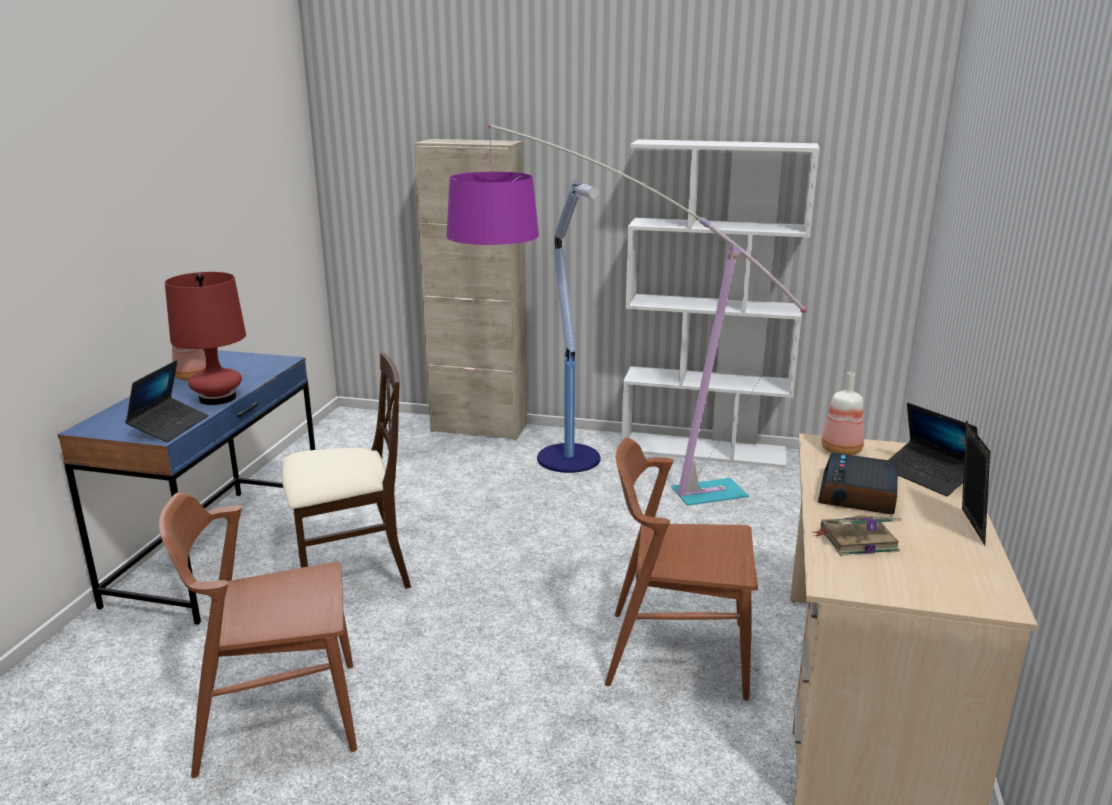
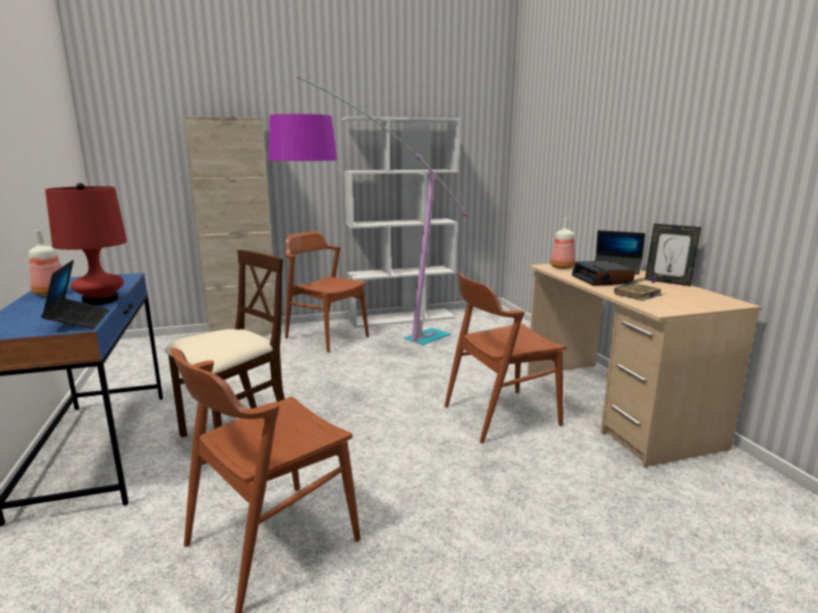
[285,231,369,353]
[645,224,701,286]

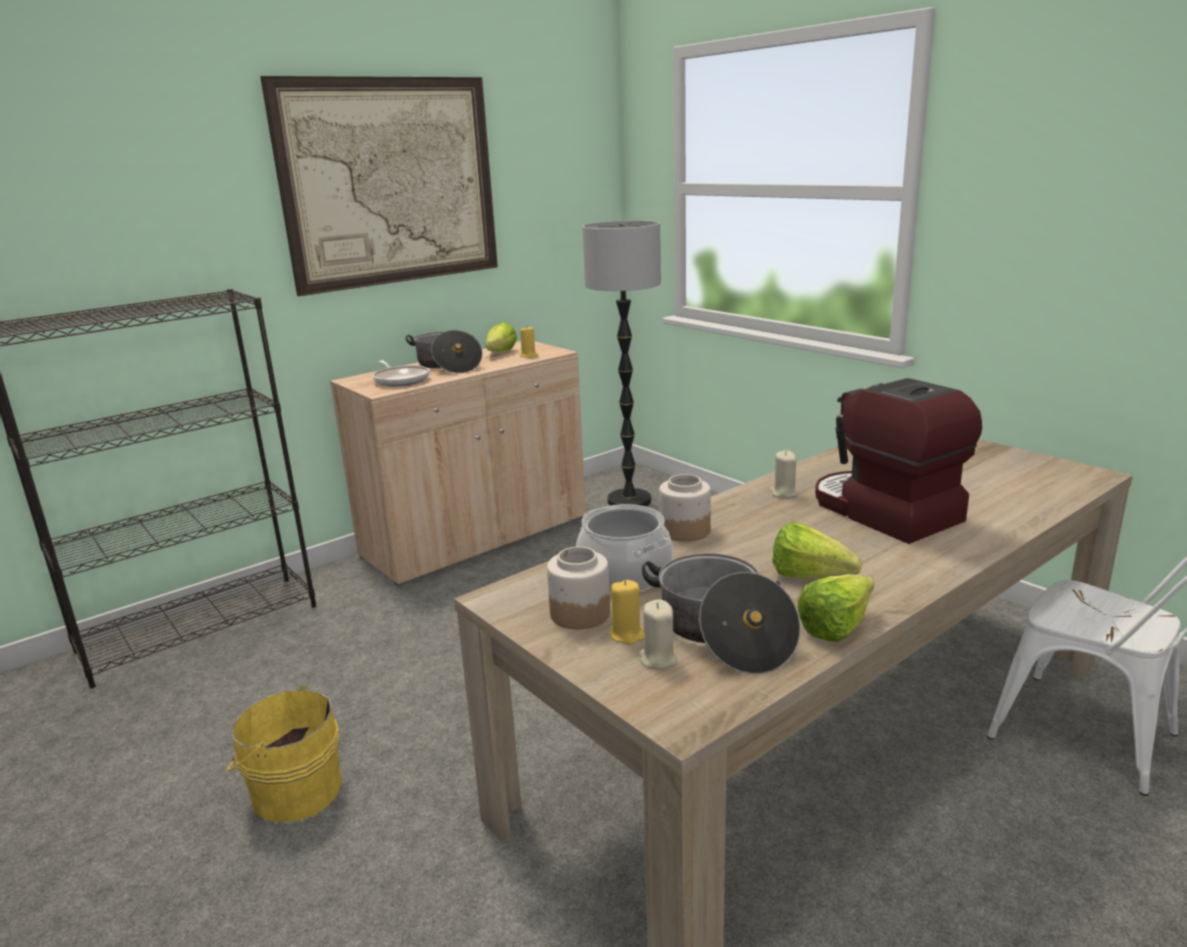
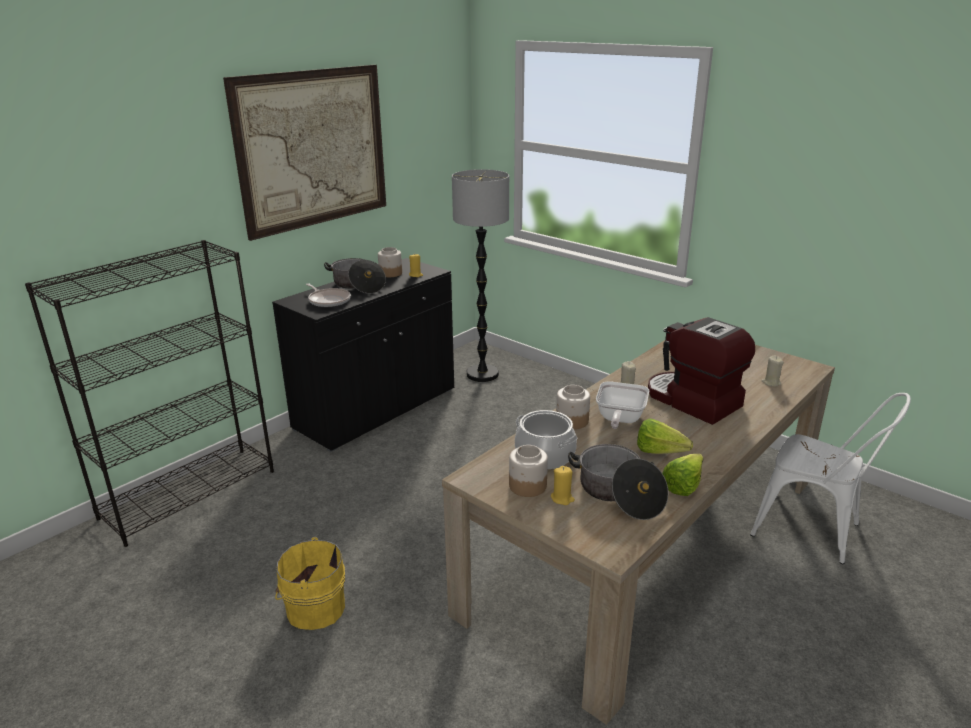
[272,258,454,452]
[378,247,402,277]
[761,356,784,387]
[596,381,649,429]

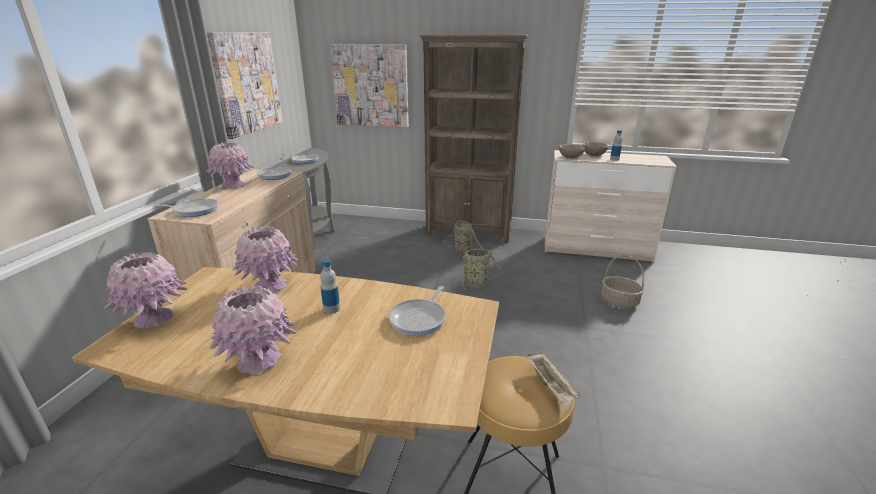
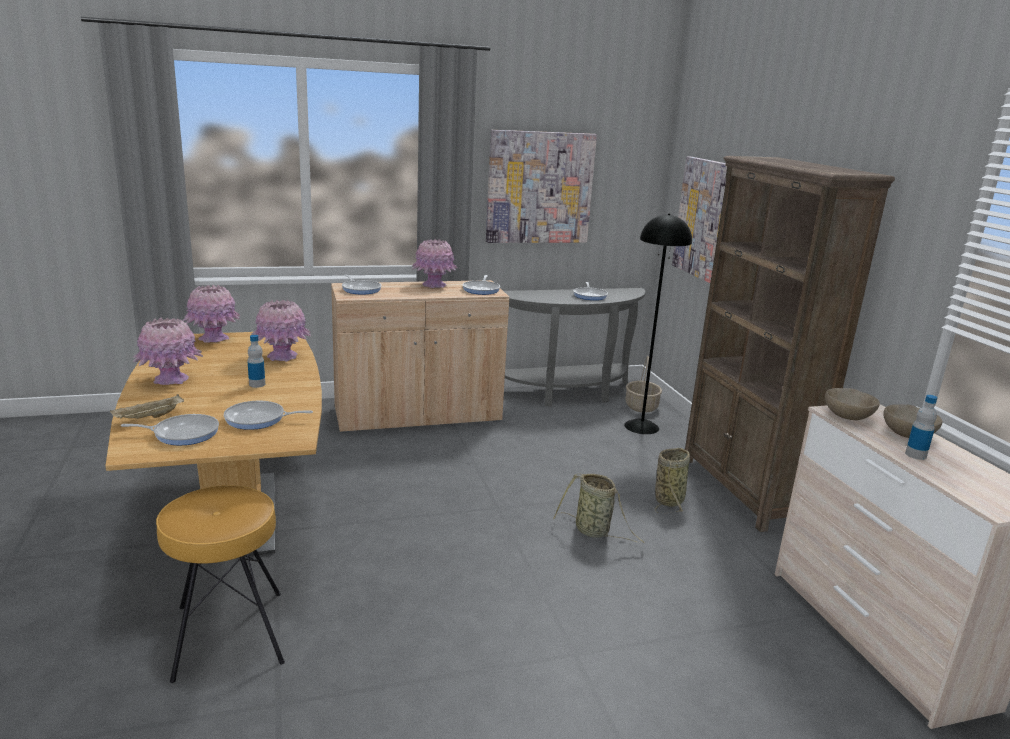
[110,394,184,419]
[626,356,662,413]
[121,414,219,445]
[624,213,692,434]

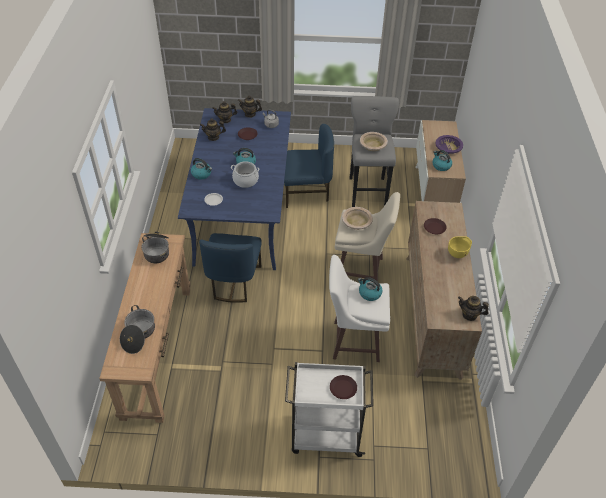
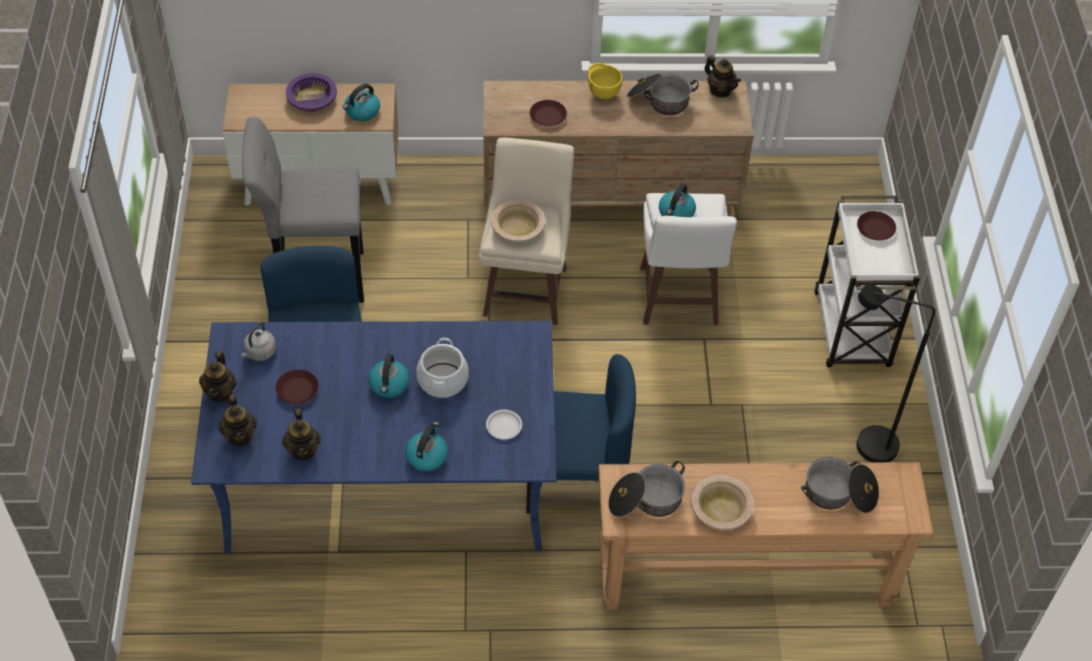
[691,475,754,530]
[704,55,741,97]
[627,73,699,115]
[856,284,935,462]

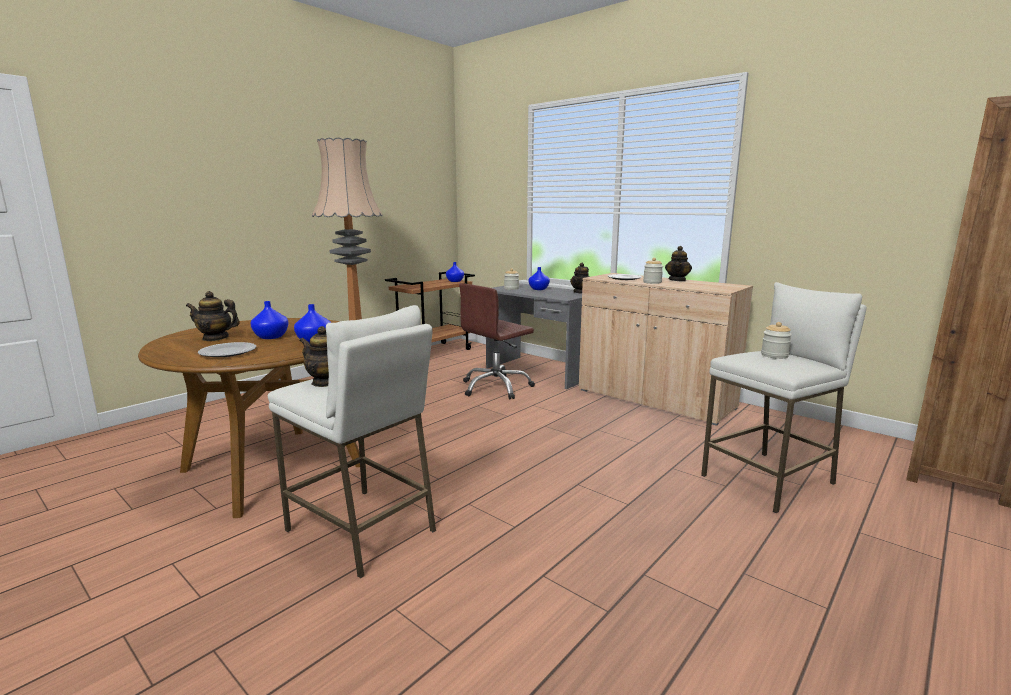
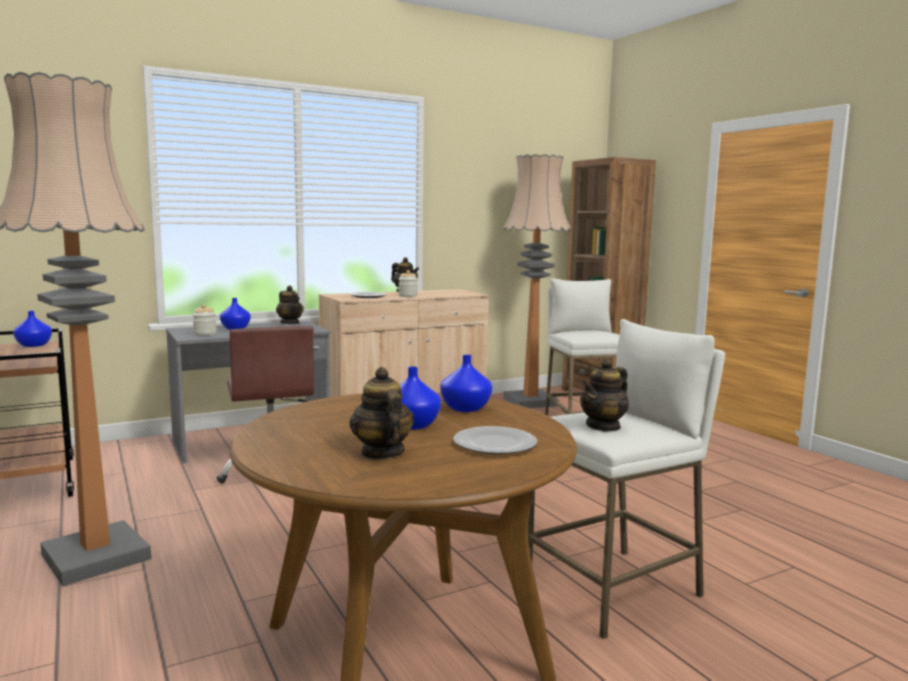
[349,367,414,459]
[761,322,792,359] (first image)
[503,154,571,408]

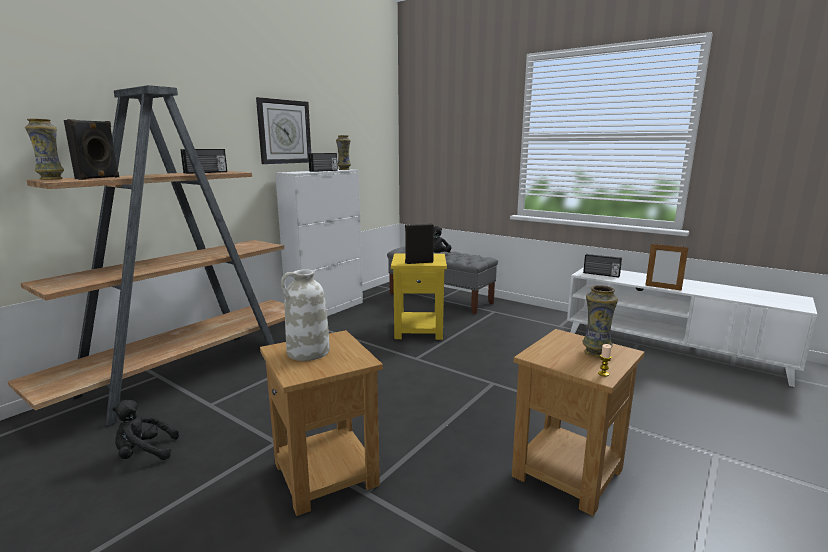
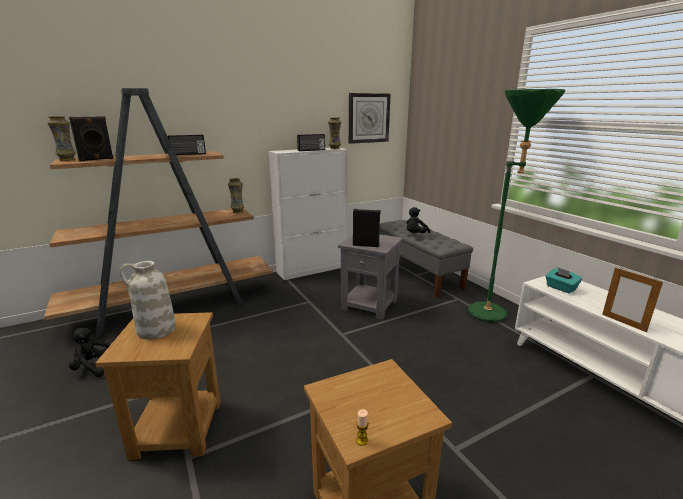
[349,93,391,144]
[338,234,403,320]
[546,267,582,293]
[228,178,244,213]
[468,89,565,322]

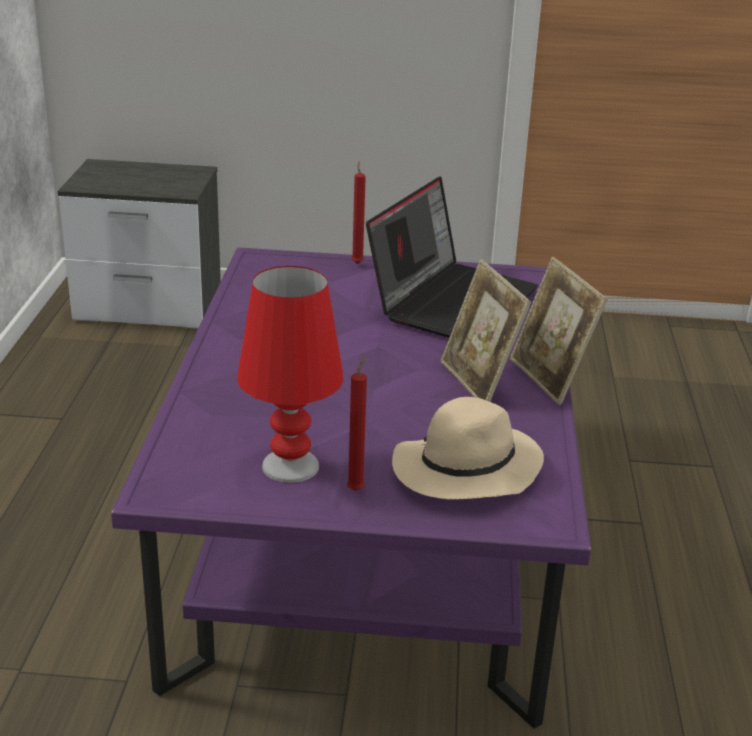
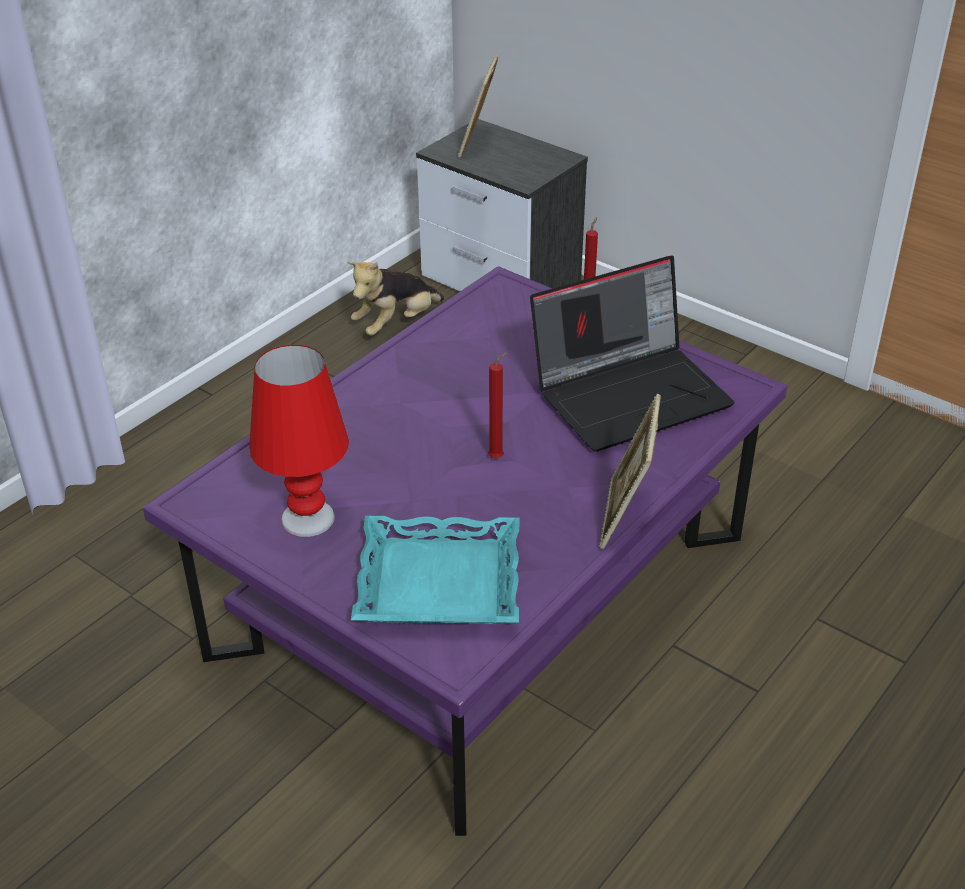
[488,351,508,458]
[351,516,519,624]
[458,55,498,157]
[348,262,444,336]

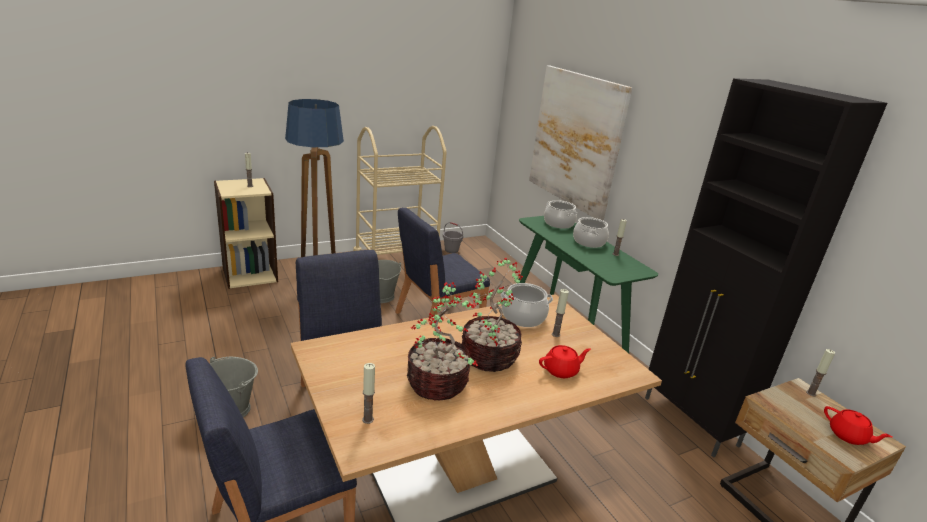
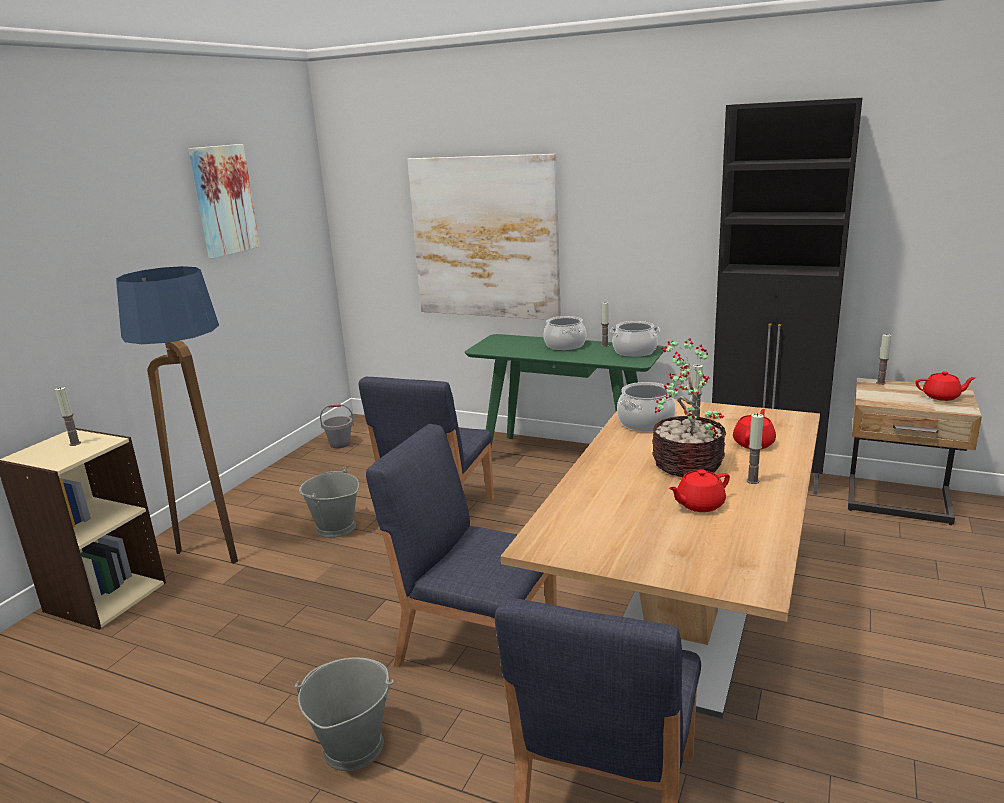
[353,126,447,255] (first image)
[746,413,764,484]
[669,469,730,512]
[610,321,660,357]
[188,144,260,258]

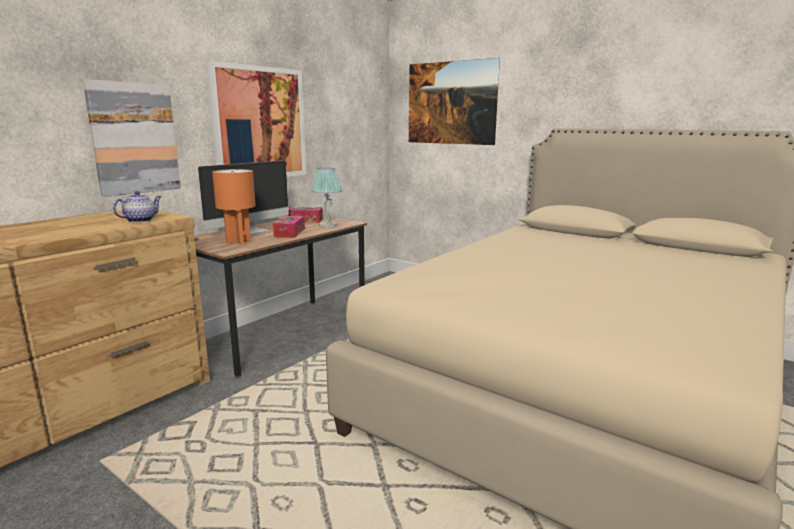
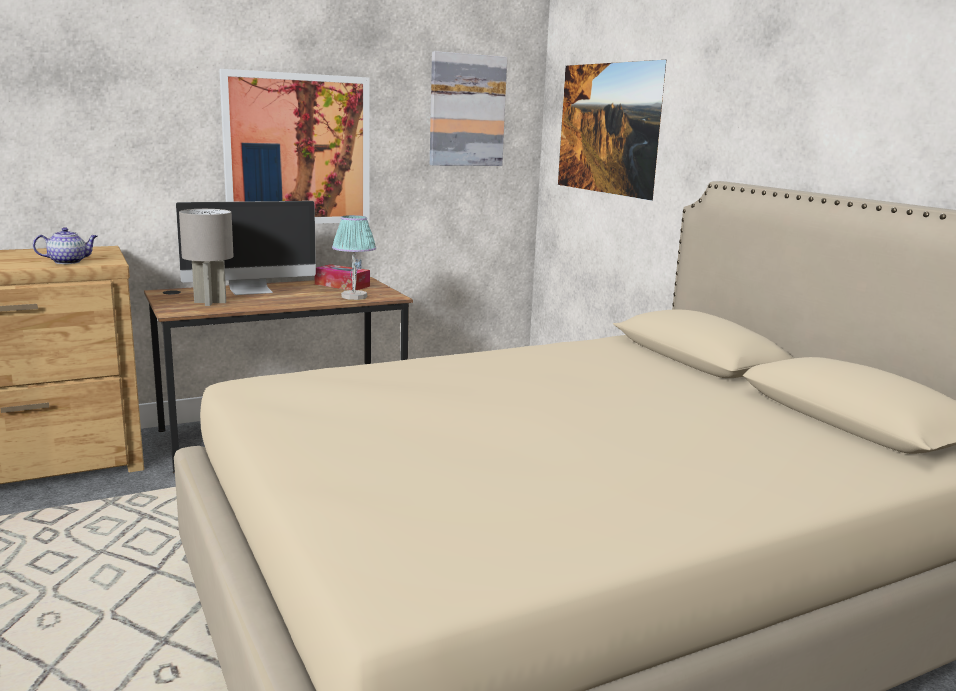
[430,51,507,166]
[179,209,234,306]
[273,216,305,238] (first image)

